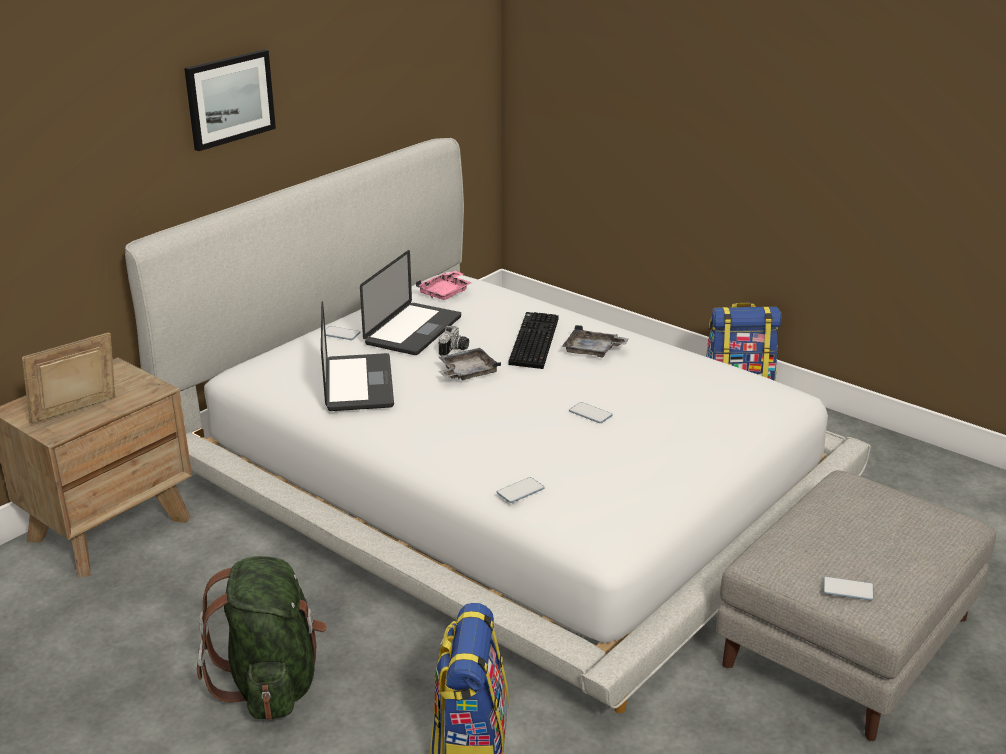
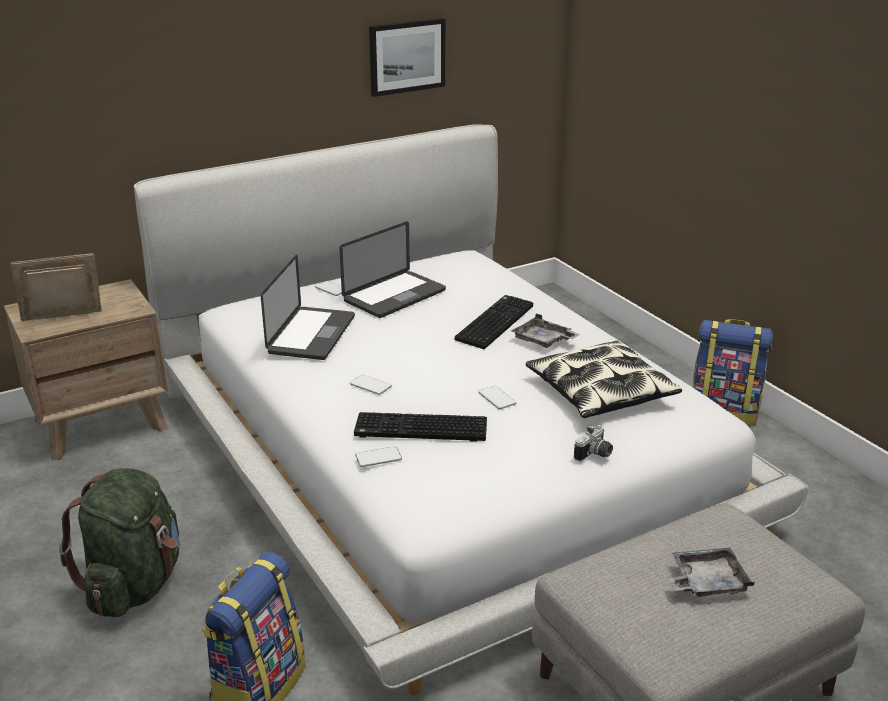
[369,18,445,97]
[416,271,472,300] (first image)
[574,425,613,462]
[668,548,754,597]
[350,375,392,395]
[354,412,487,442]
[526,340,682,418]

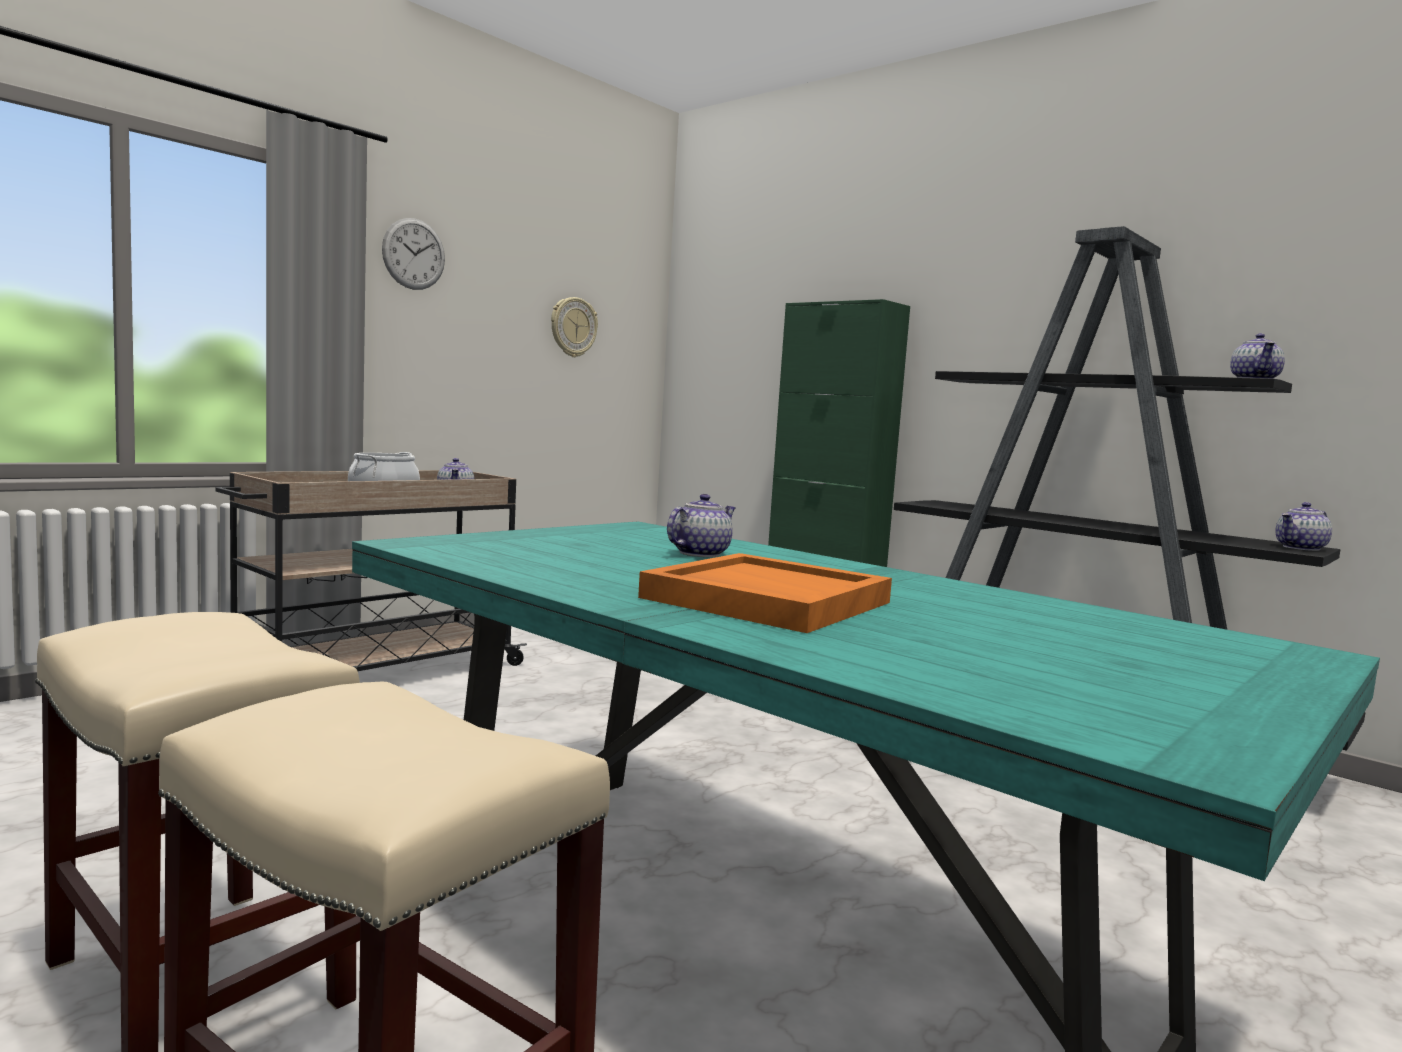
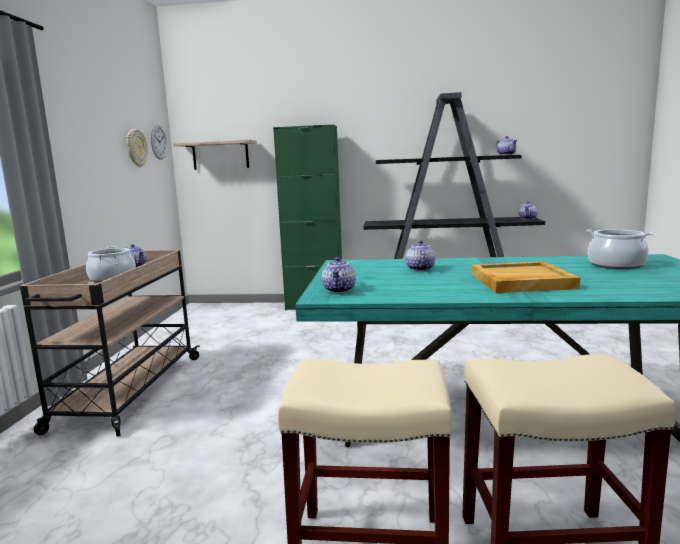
[150,125,167,160]
[471,261,580,293]
[173,140,257,170]
[322,257,356,293]
[587,229,653,270]

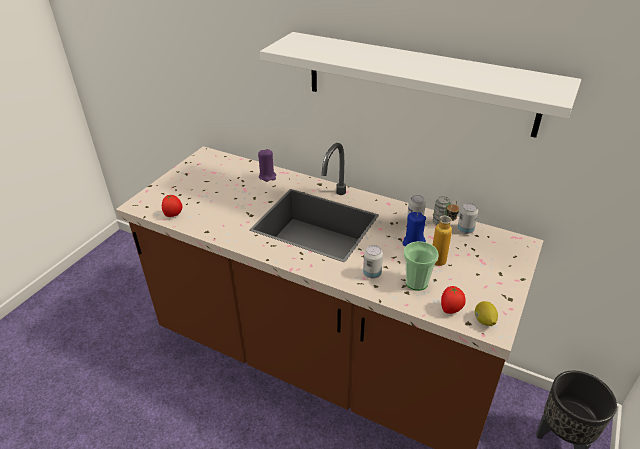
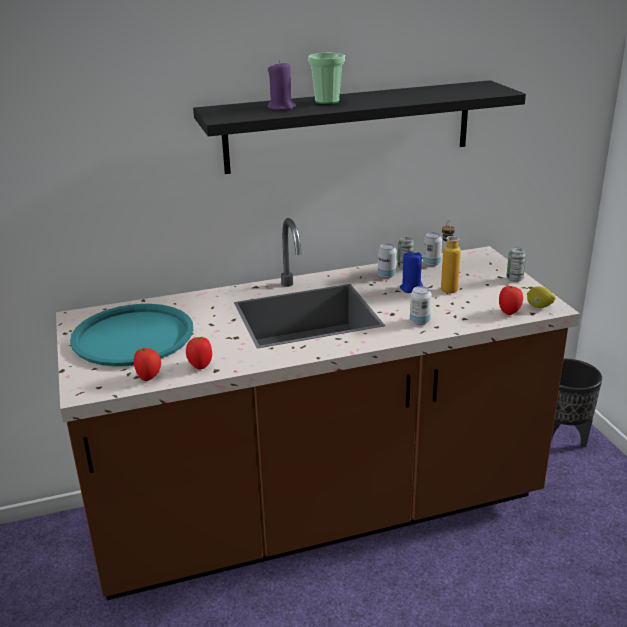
[267,61,296,110]
[193,80,526,174]
[308,53,345,104]
[70,304,193,366]
[186,336,212,369]
[506,247,526,282]

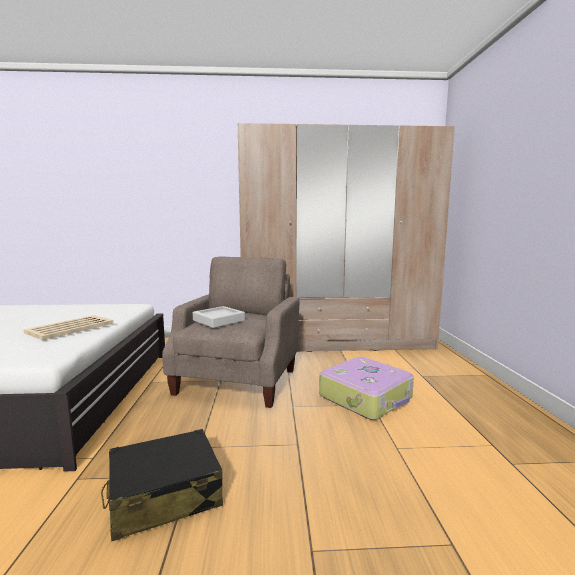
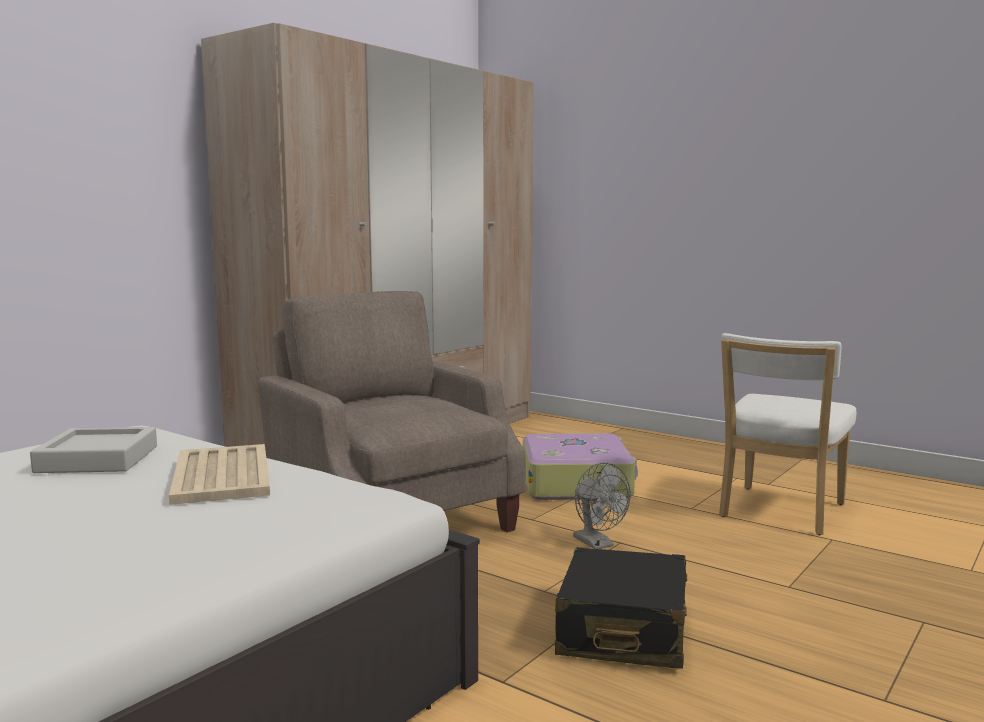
[30,427,157,473]
[573,462,631,549]
[719,333,856,535]

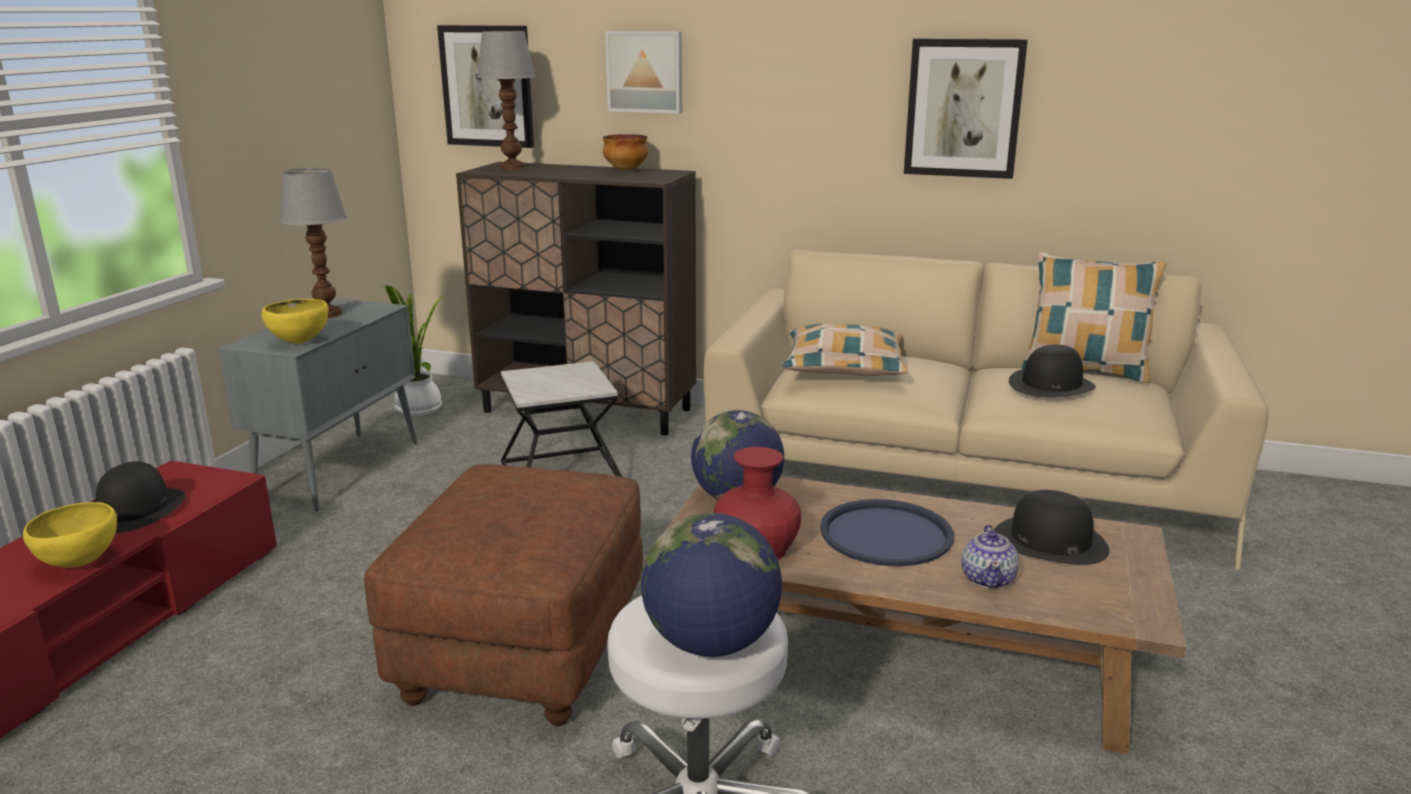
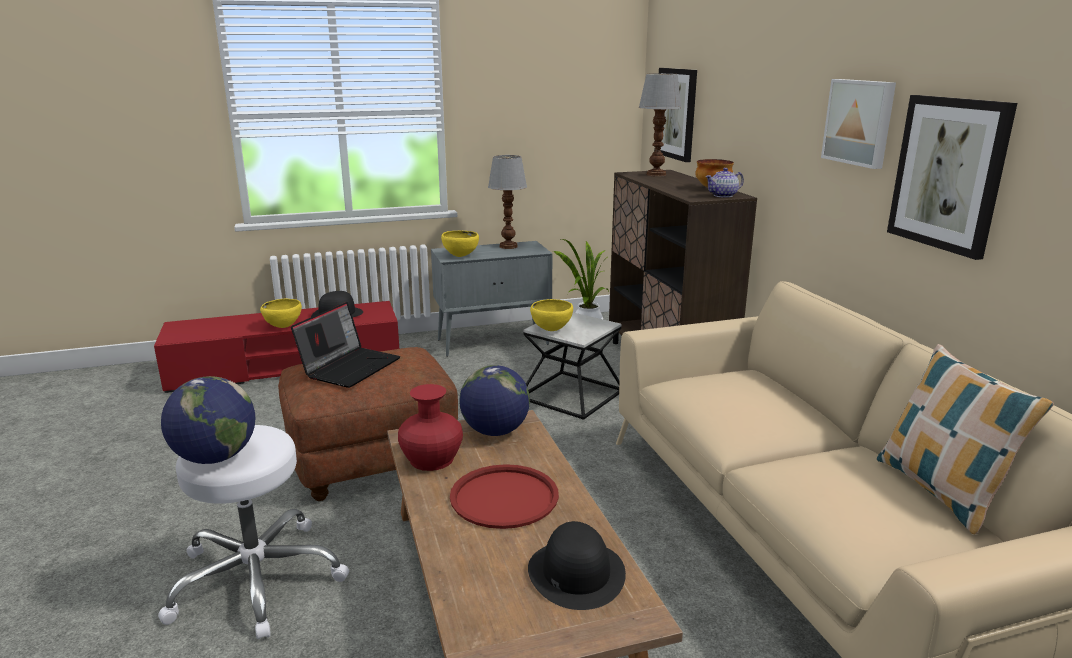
[821,79,896,169]
[782,324,908,376] (first image)
[450,464,559,529]
[705,168,744,198]
[1009,344,1096,398] (first image)
[291,302,400,388]
[530,299,573,331]

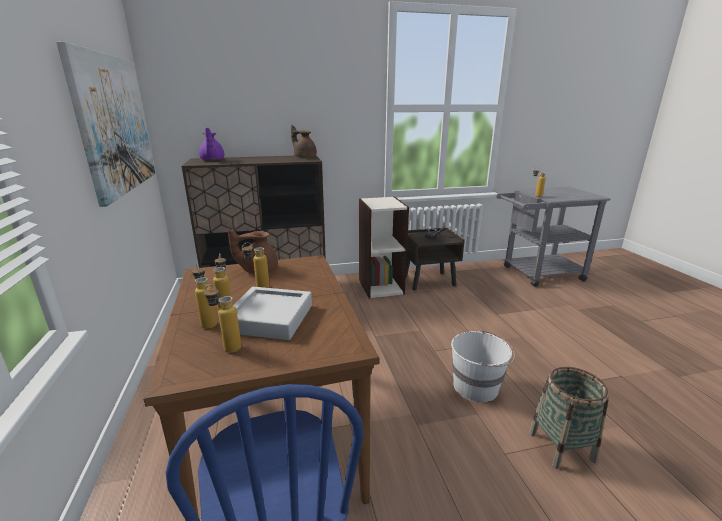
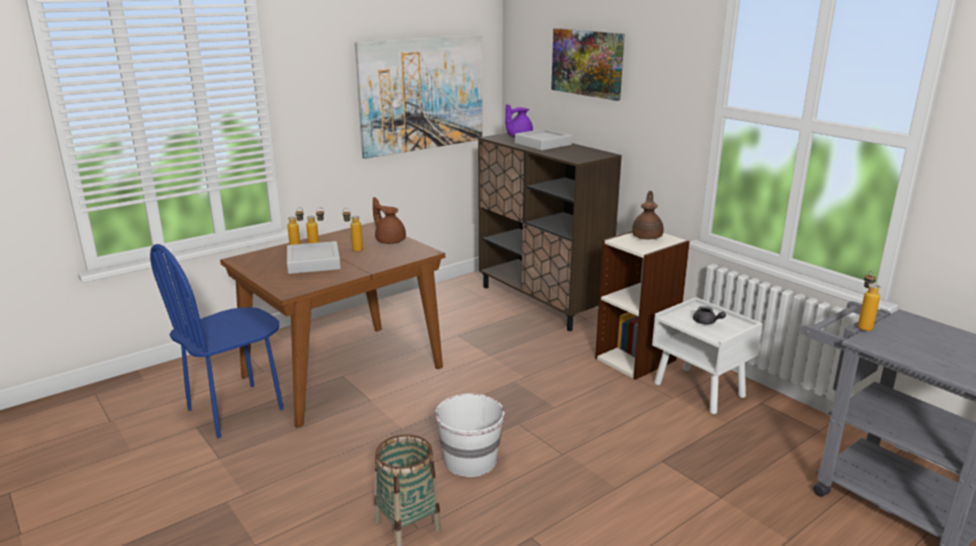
[205,284,241,353] (first image)
[632,191,664,239]
[652,297,763,414]
[515,129,572,150]
[551,28,625,101]

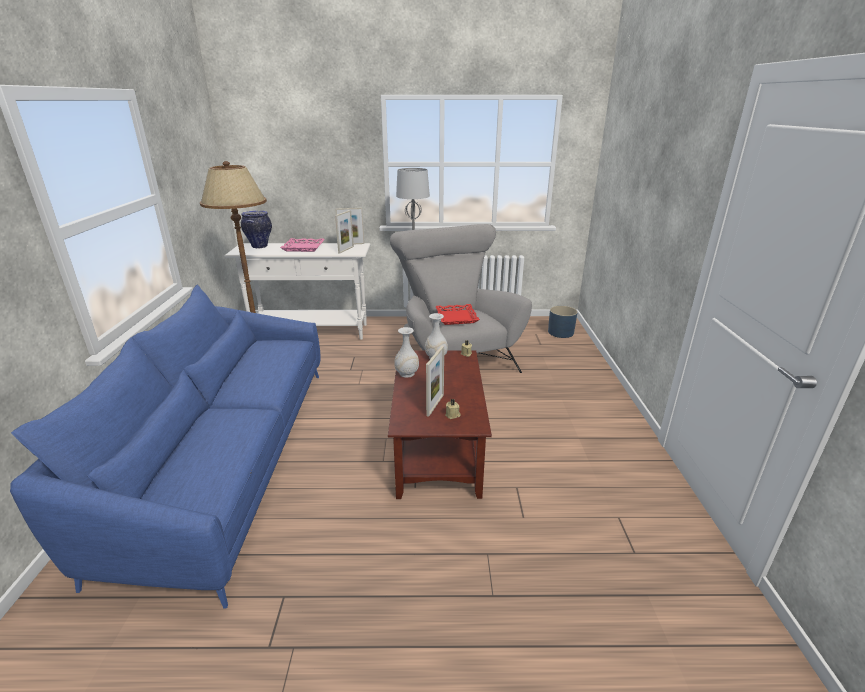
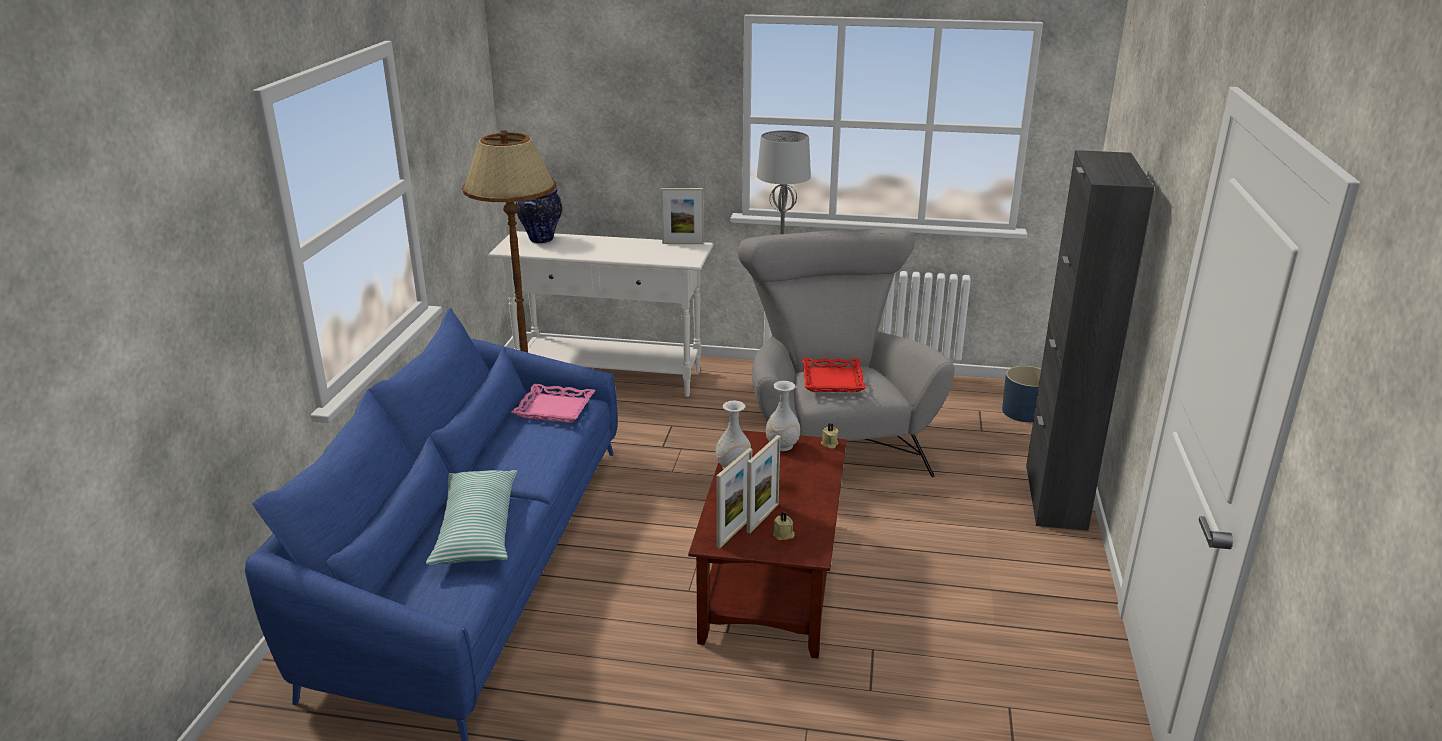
[511,384,595,423]
[716,448,752,548]
[426,470,517,565]
[1026,150,1154,531]

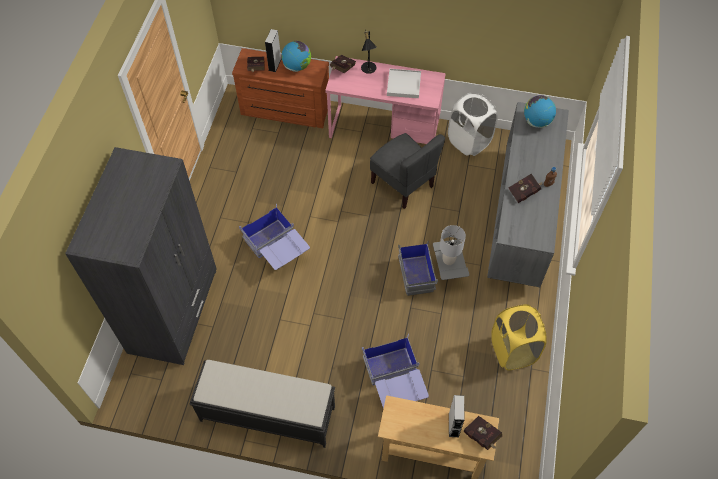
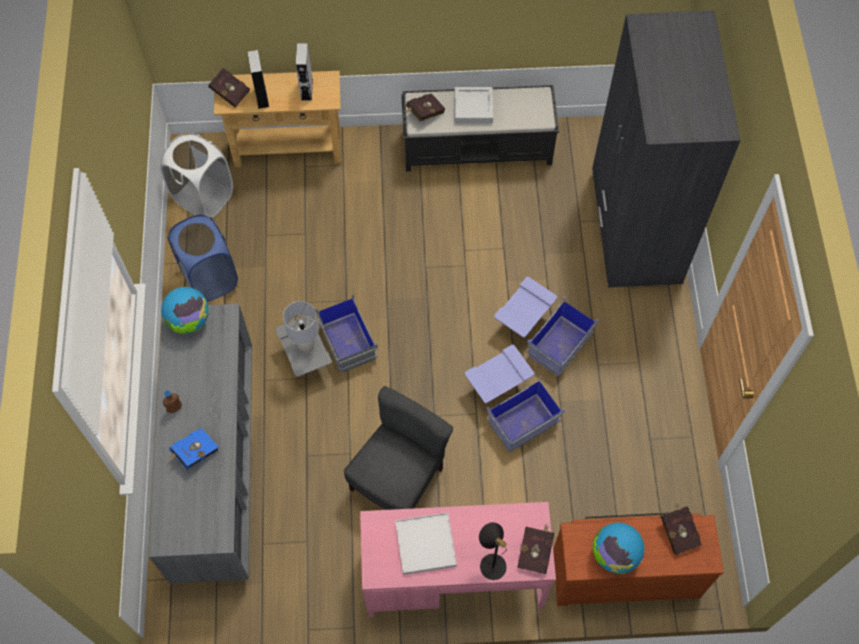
[296,43,313,101]
[465,345,565,452]
[344,386,453,510]
[160,133,233,218]
[168,215,238,302]
[406,93,446,121]
[161,287,209,334]
[169,428,219,470]
[454,87,493,123]

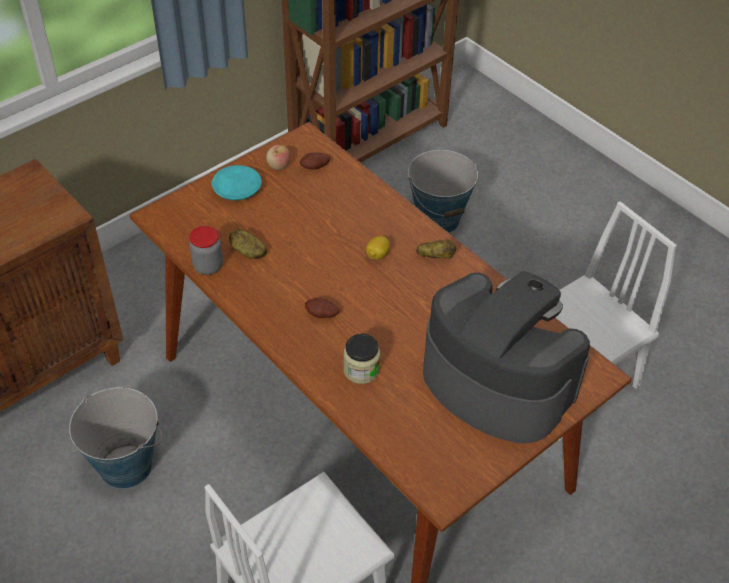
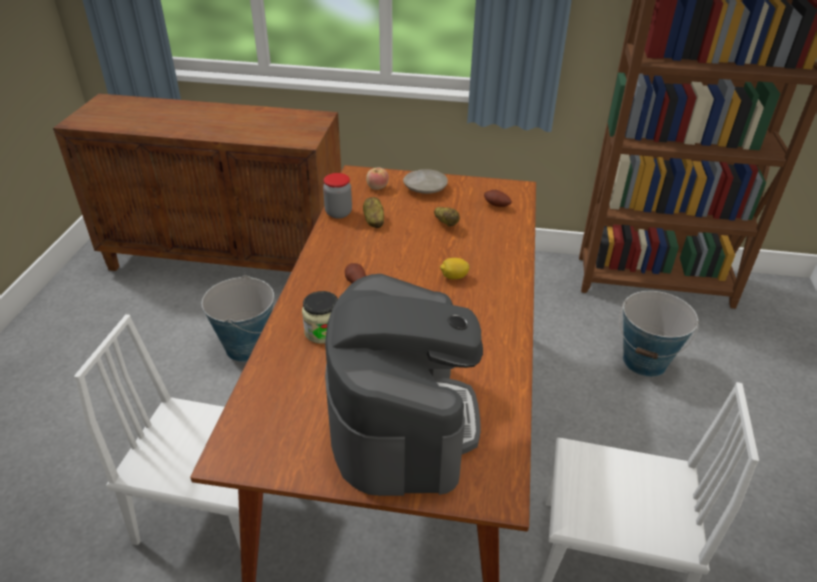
[403,169,448,194]
[366,167,389,190]
[434,207,460,227]

